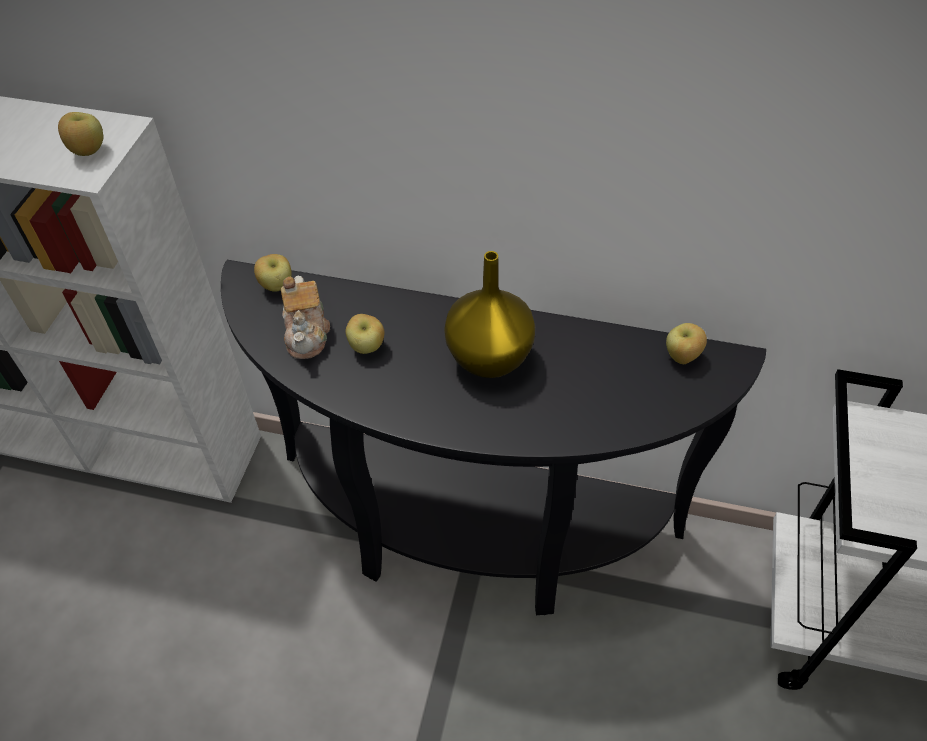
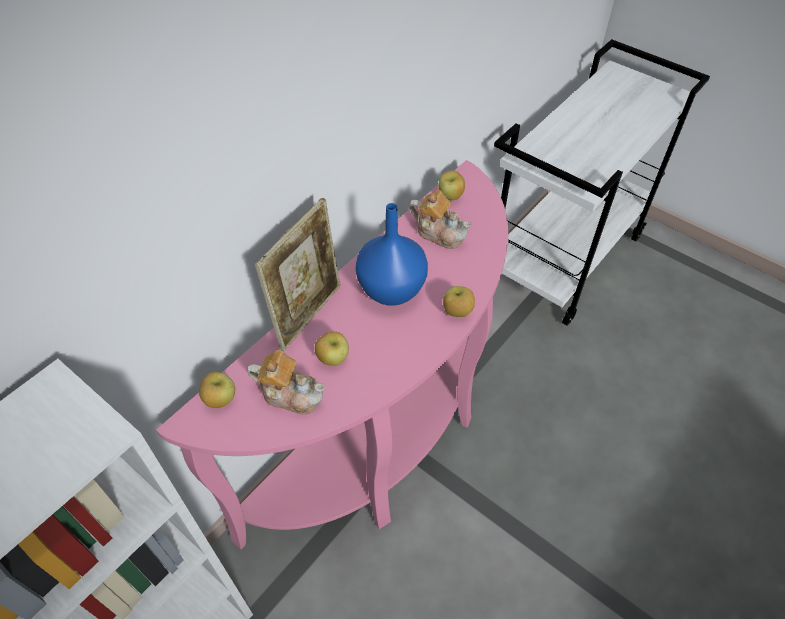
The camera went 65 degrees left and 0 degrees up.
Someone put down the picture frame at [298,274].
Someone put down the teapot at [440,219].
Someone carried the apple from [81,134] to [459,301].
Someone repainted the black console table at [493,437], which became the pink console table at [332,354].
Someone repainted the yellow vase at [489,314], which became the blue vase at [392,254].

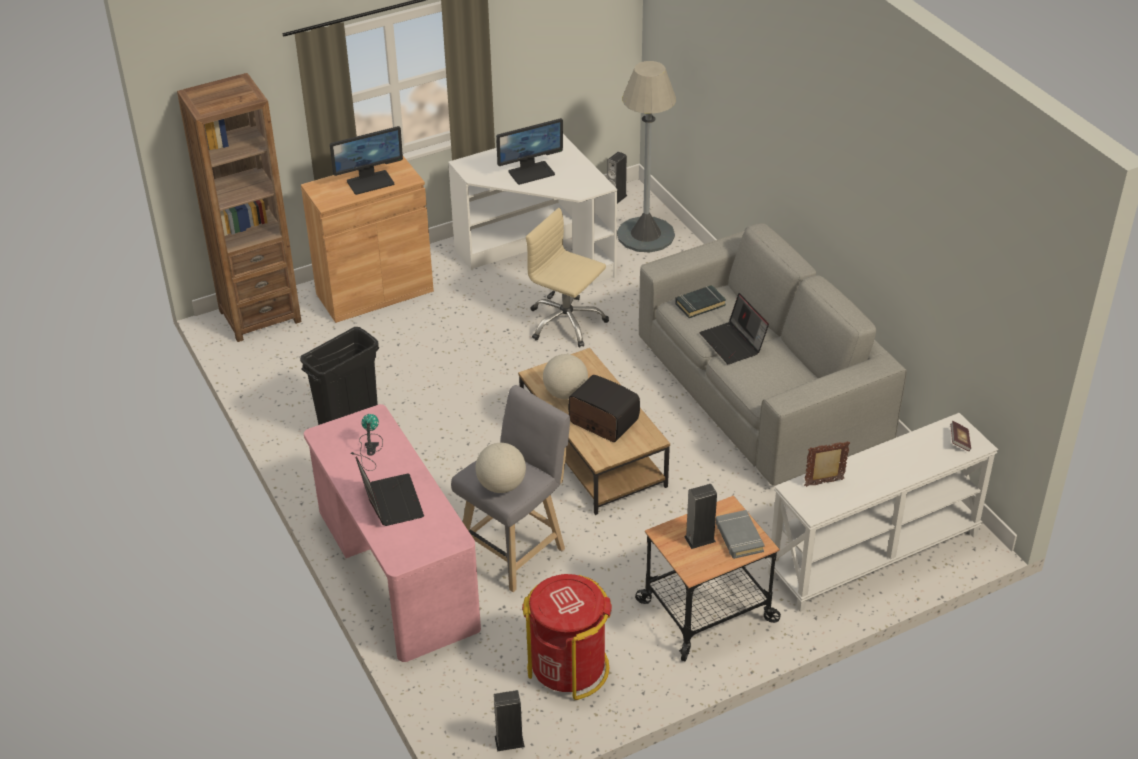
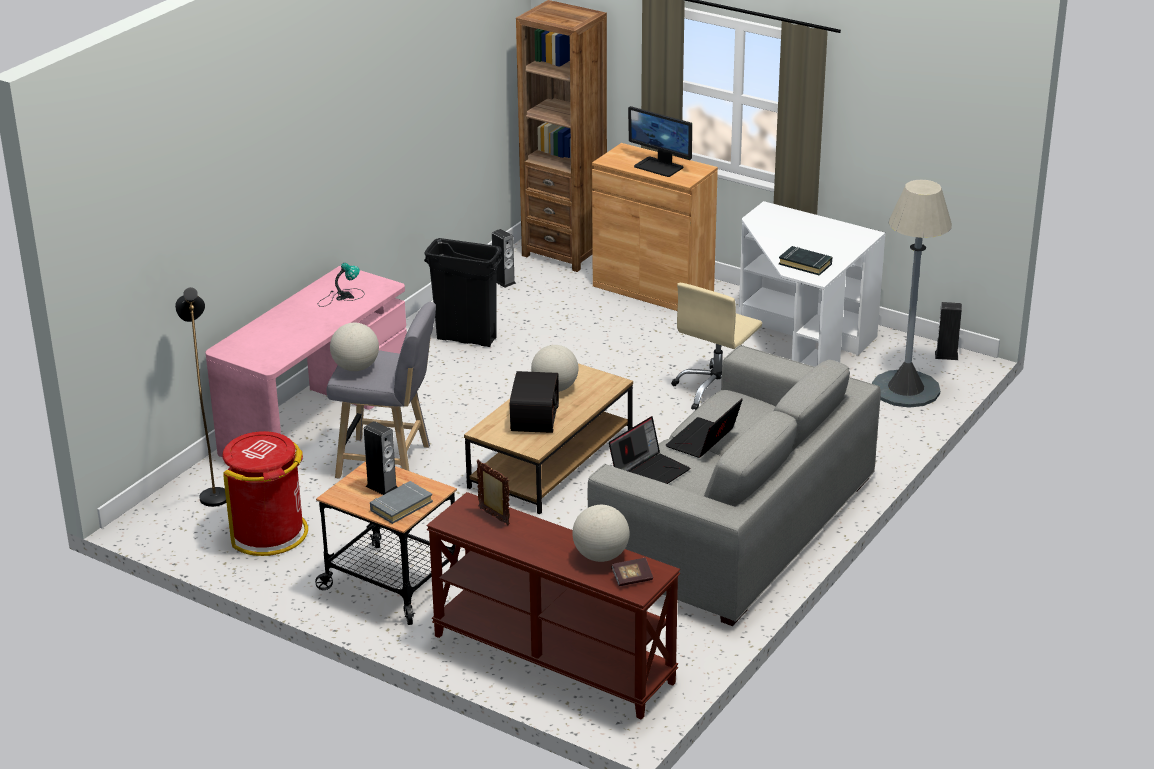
The camera went 60 degrees right and 10 degrees down.
Someone took away the monitor at [529,151].
Someone put down the black floor lamp at [200,397].
Someone put down the globe at [600,533].
Someone carried the laptop from [389,491] to [649,450].
Someone carried the speaker from [509,721] to [504,258].
Someone carried the black book from [700,301] to [805,260].
Someone repainted the white console table at [882,512], which became the brown console table at [553,606].
Someone rotated the beige office chair at [567,278] by 150 degrees counterclockwise.

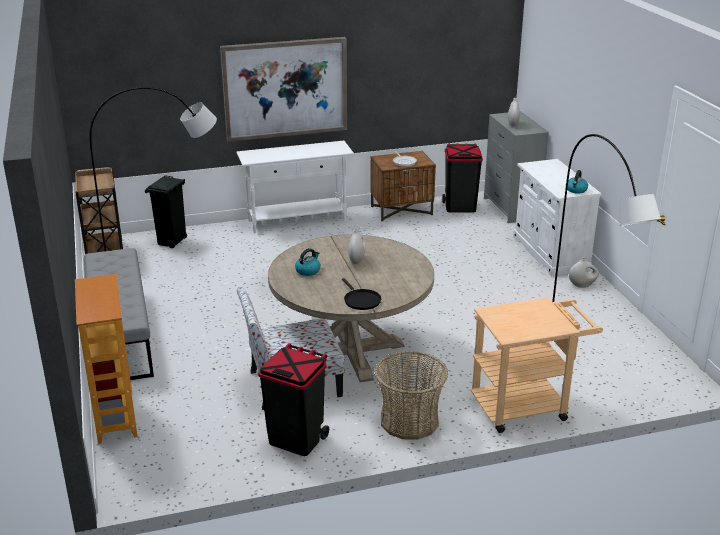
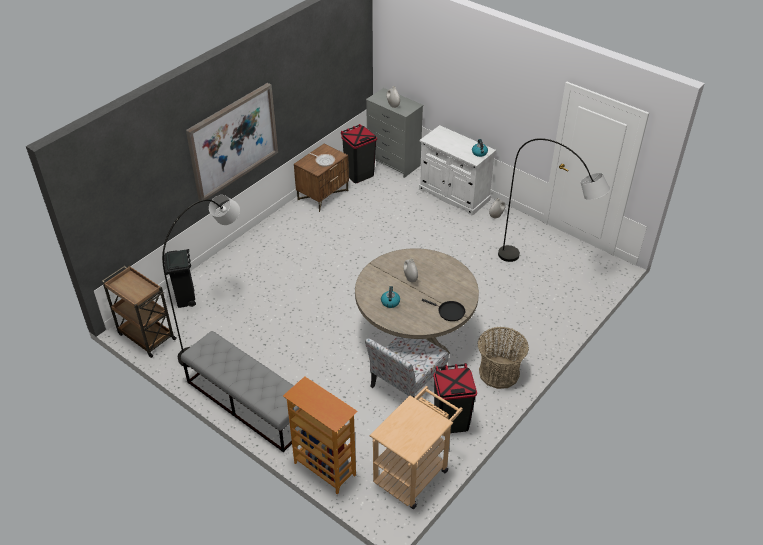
The camera went 35 degrees left and 15 degrees up.
Someone took away the white console table at [295,187].
Someone carried the beige cart from [536,365] to [416,447].

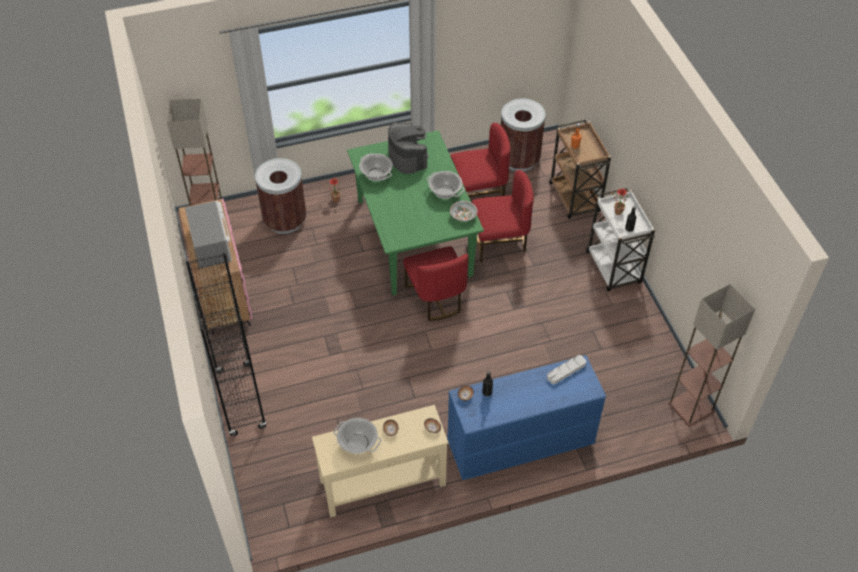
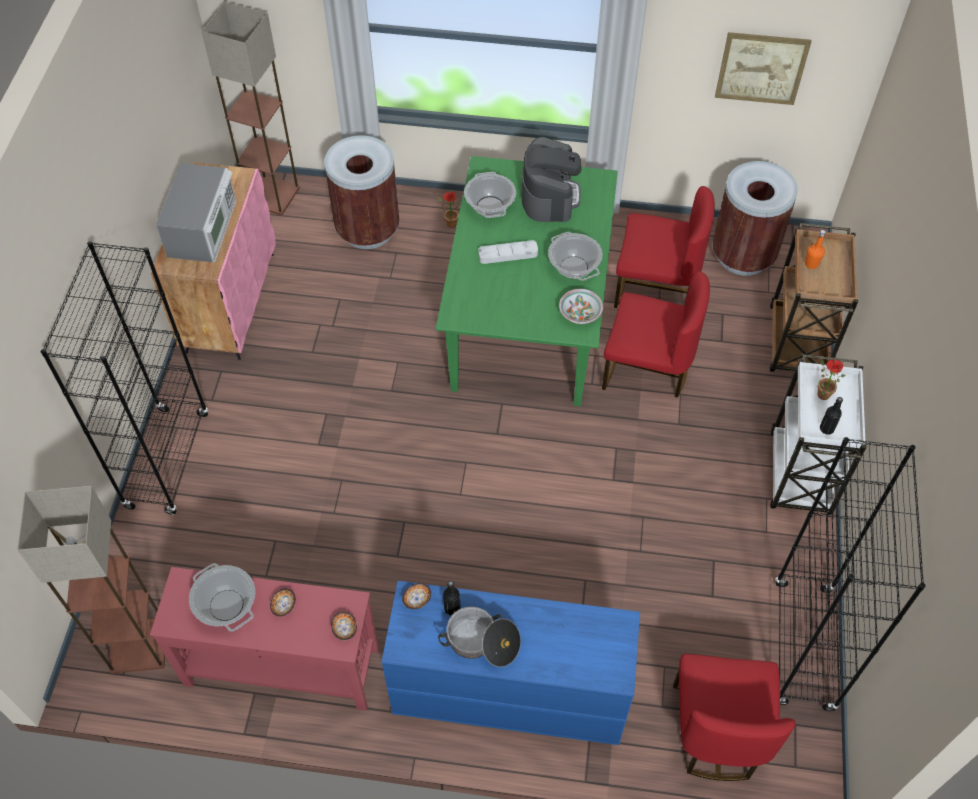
The camera went 25 degrees right and 5 degrees up.
Someone put down the cooking pot at [479,636].
Someone put up the picture at [763,68].
Someone put down the black bookcase at [850,574].
Someone carried the red chair from [435,283] to [734,717].
Someone carried the grey tray from [566,369] to [508,252].
Someone carried the floor lamp from [712,355] to [91,580].
Someone repainted the beige console table at [380,461], which became the red console table at [264,639].

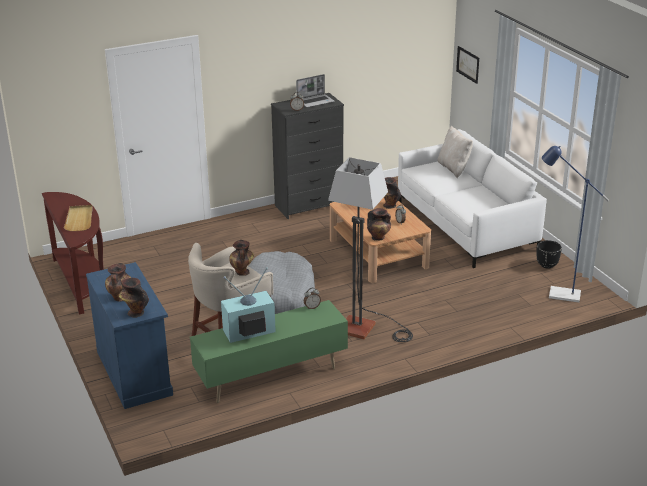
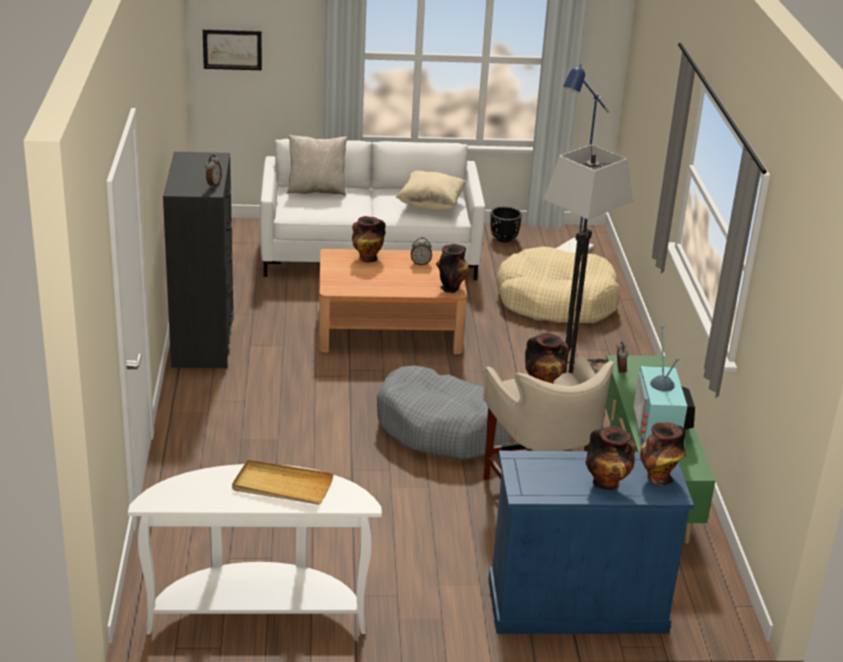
The camera went 70 degrees left and 0 degrees up.
Someone took away the laptop at [315,91].
Someone put down the beige pillow at [431,191].
Someone put down the beige dog bed at [558,285].
Someone repainted the brown console table at [73,253], which became the white console table at [255,549].

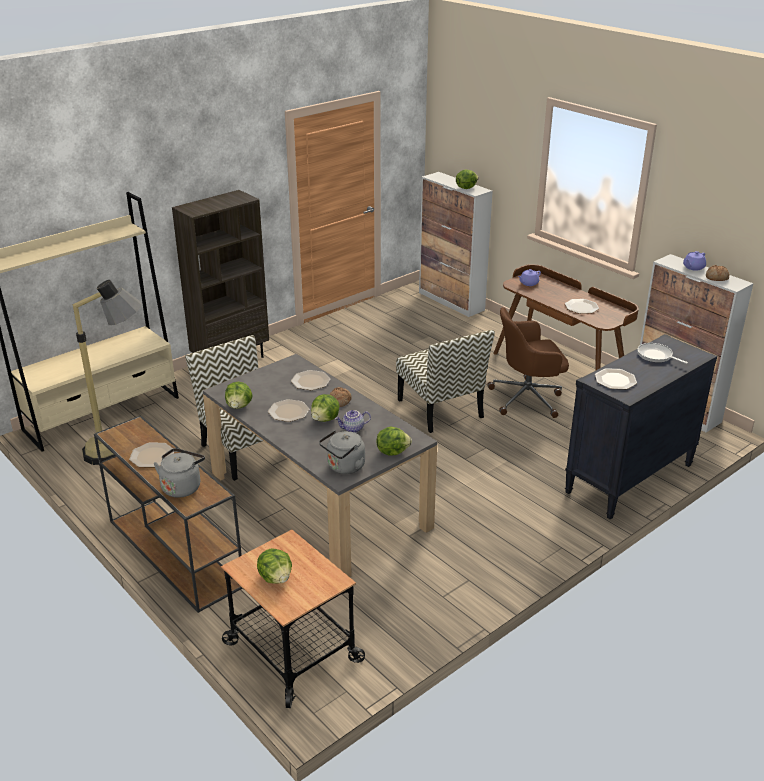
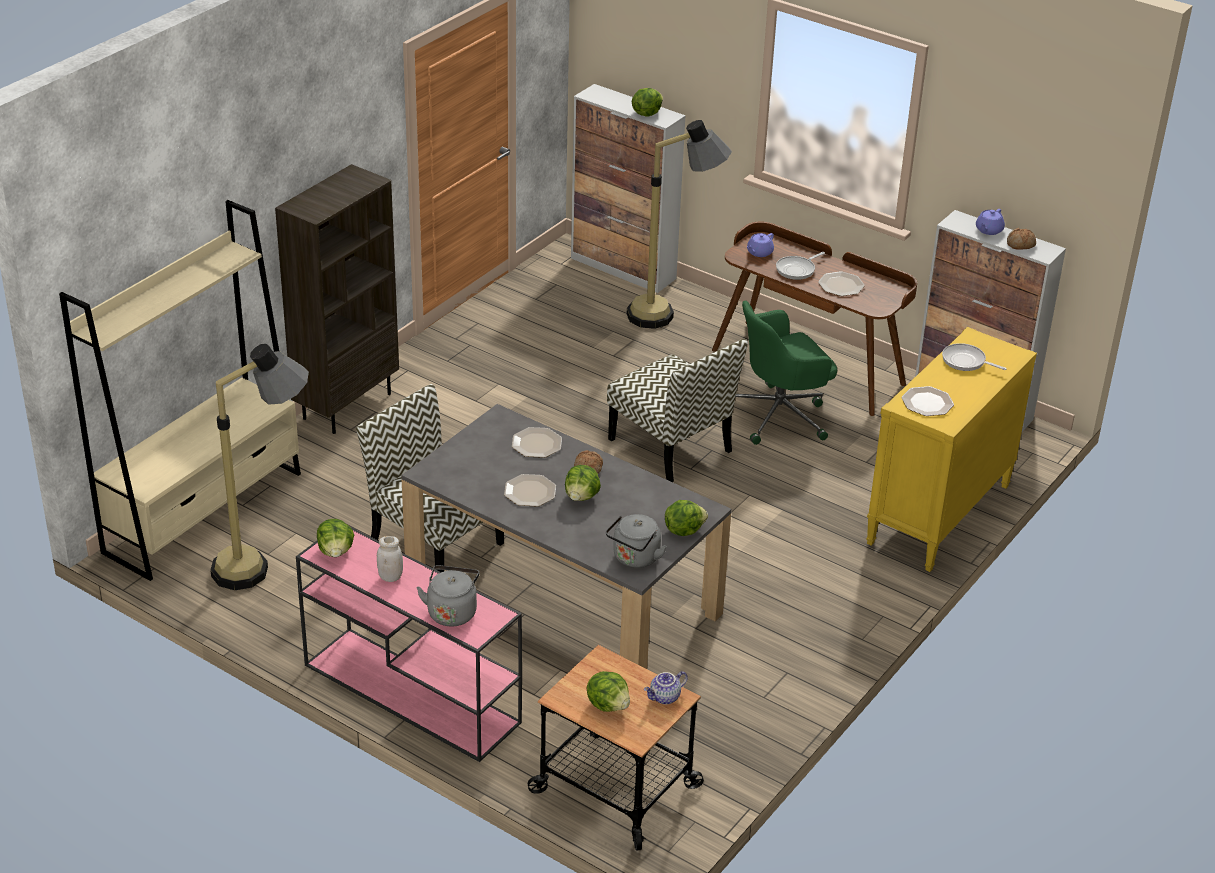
The camera went 15 degrees left and 5 degrees up.
Someone put down the floor lamp at [679,224].
Someone put down the frying pan at [800,266].
Someone carried the lettuce from [239,395] to [335,538].
Someone carried the teapot from [353,421] to [666,687].
Someone swapped the plate at [151,455] for the white jar at [390,559].
Someone repainted the brown console table at [168,514], which became the pink console table at [409,644].
Someone repainted the brown office chair at [528,362], which became the green office chair at [786,373].
Someone repainted the black dresser at [641,426], which became the yellow dresser at [951,449].

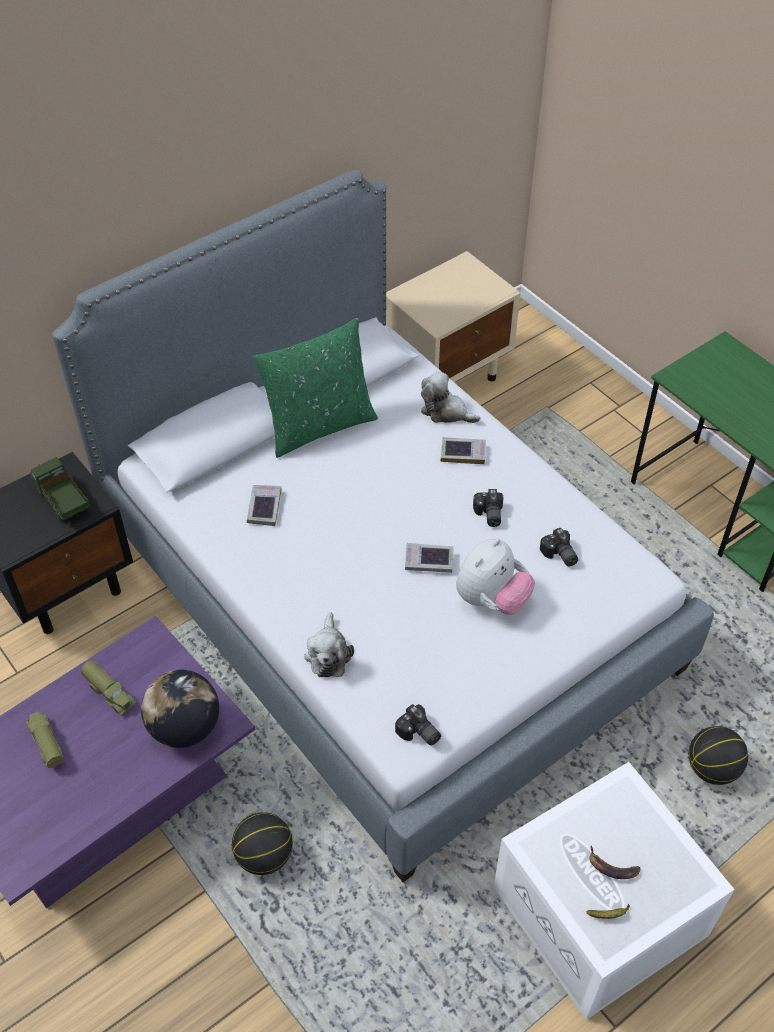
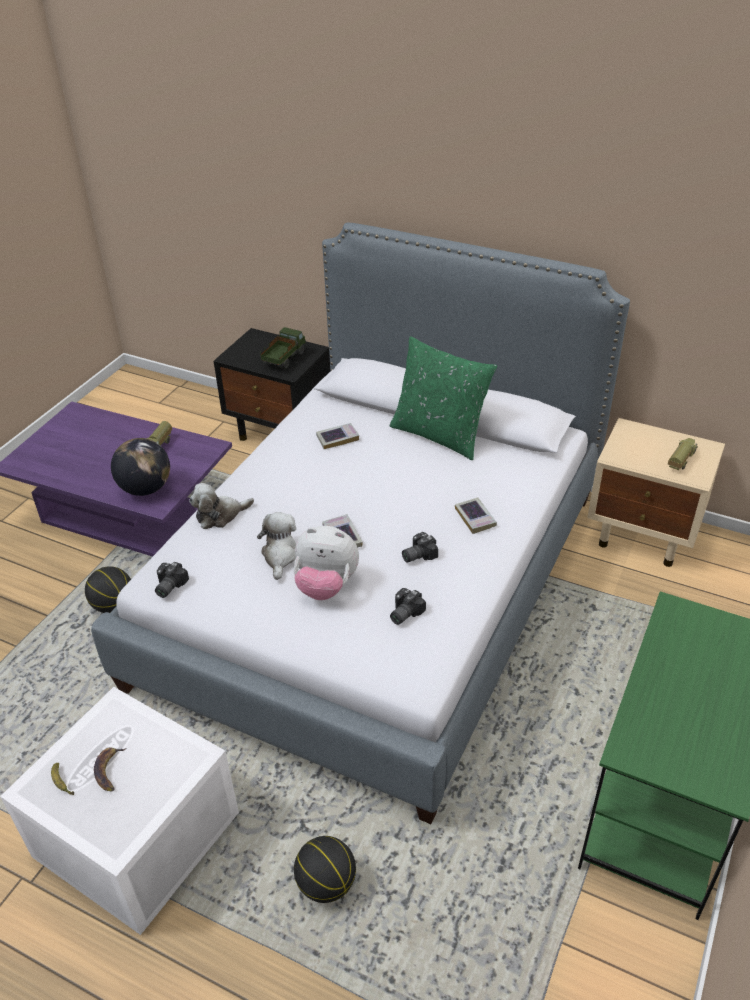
The camera went 65 degrees right and 10 degrees down.
Someone carried the toy truck from [45,740] to [683,454].
Someone carried the plush toy from [450,397] to [276,546].

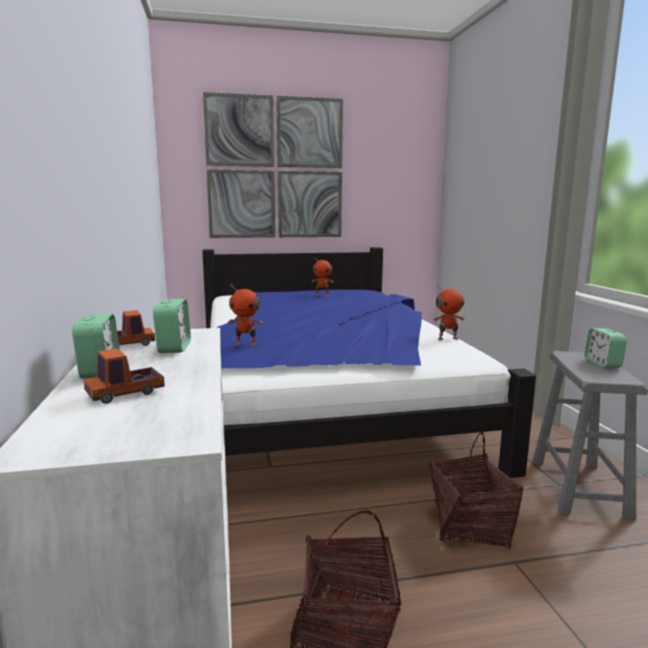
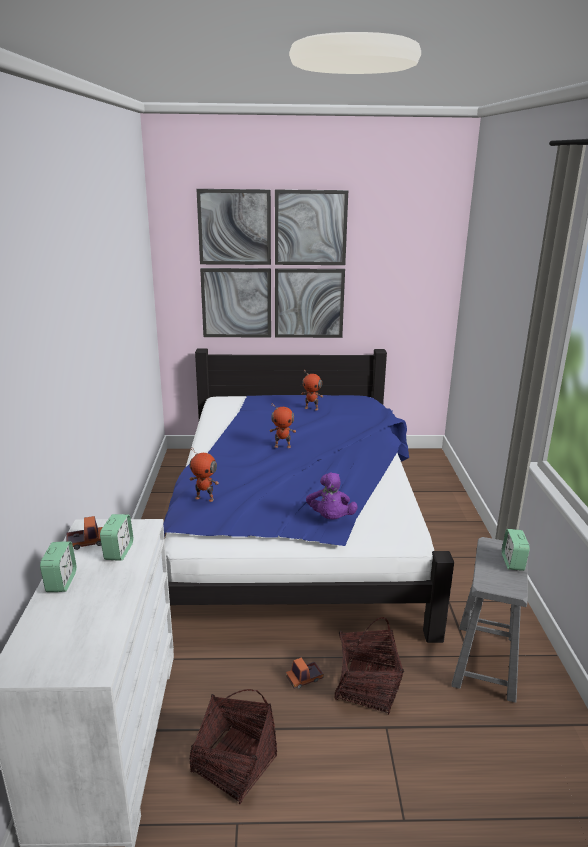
The camera went 10 degrees right and 10 degrees up.
Someone put down the purple plush toy at [332,496].
Someone carried the toy truck from [124,376] to [305,673].
Someone carried the toy robot from [449,312] to [283,426].

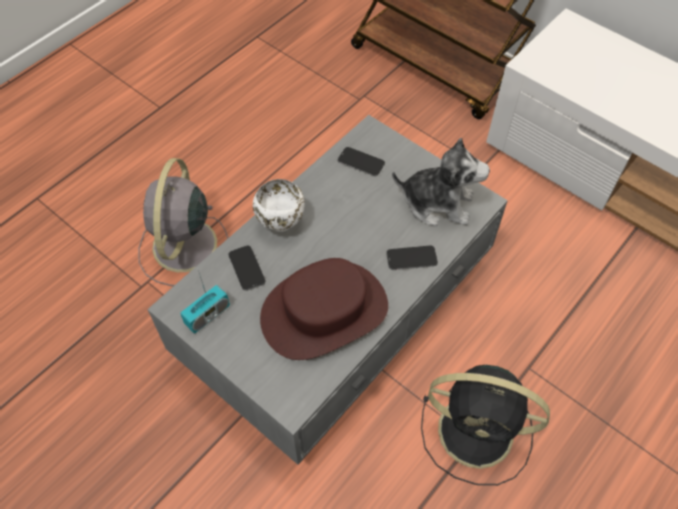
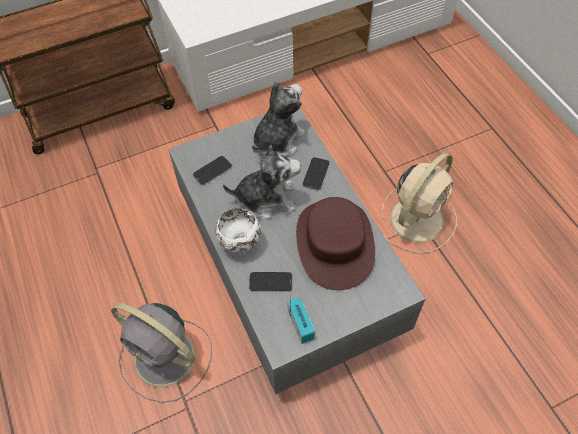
The camera went 65 degrees left and 0 degrees up.
Someone put down the plush toy at [262,182].
Someone repainted the black fan at [485,425], which became the beige fan at [419,203].

